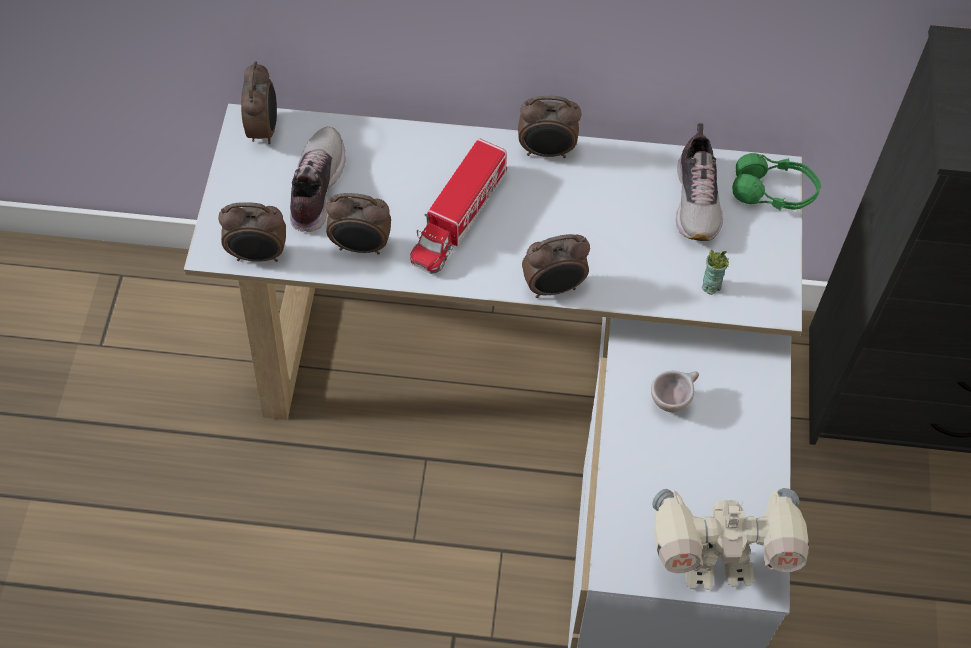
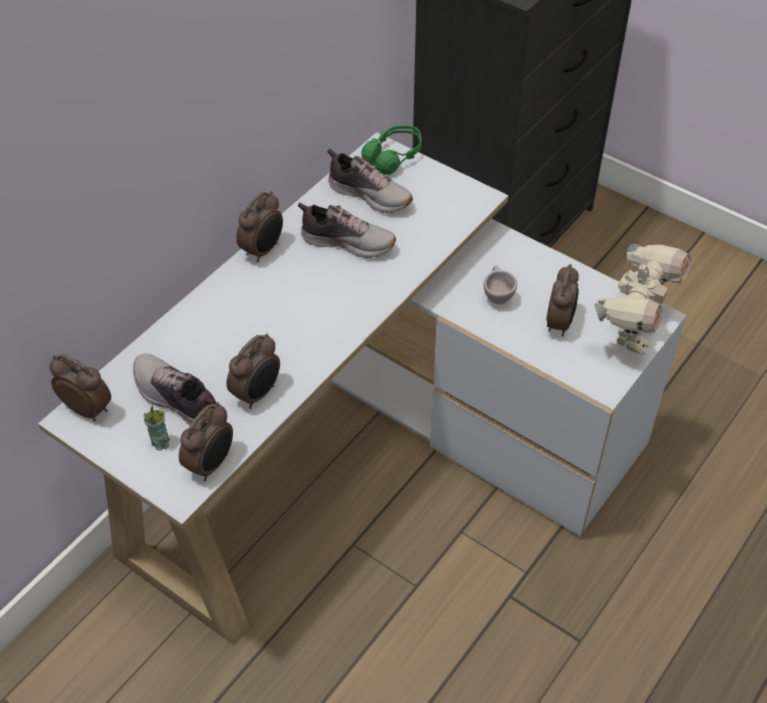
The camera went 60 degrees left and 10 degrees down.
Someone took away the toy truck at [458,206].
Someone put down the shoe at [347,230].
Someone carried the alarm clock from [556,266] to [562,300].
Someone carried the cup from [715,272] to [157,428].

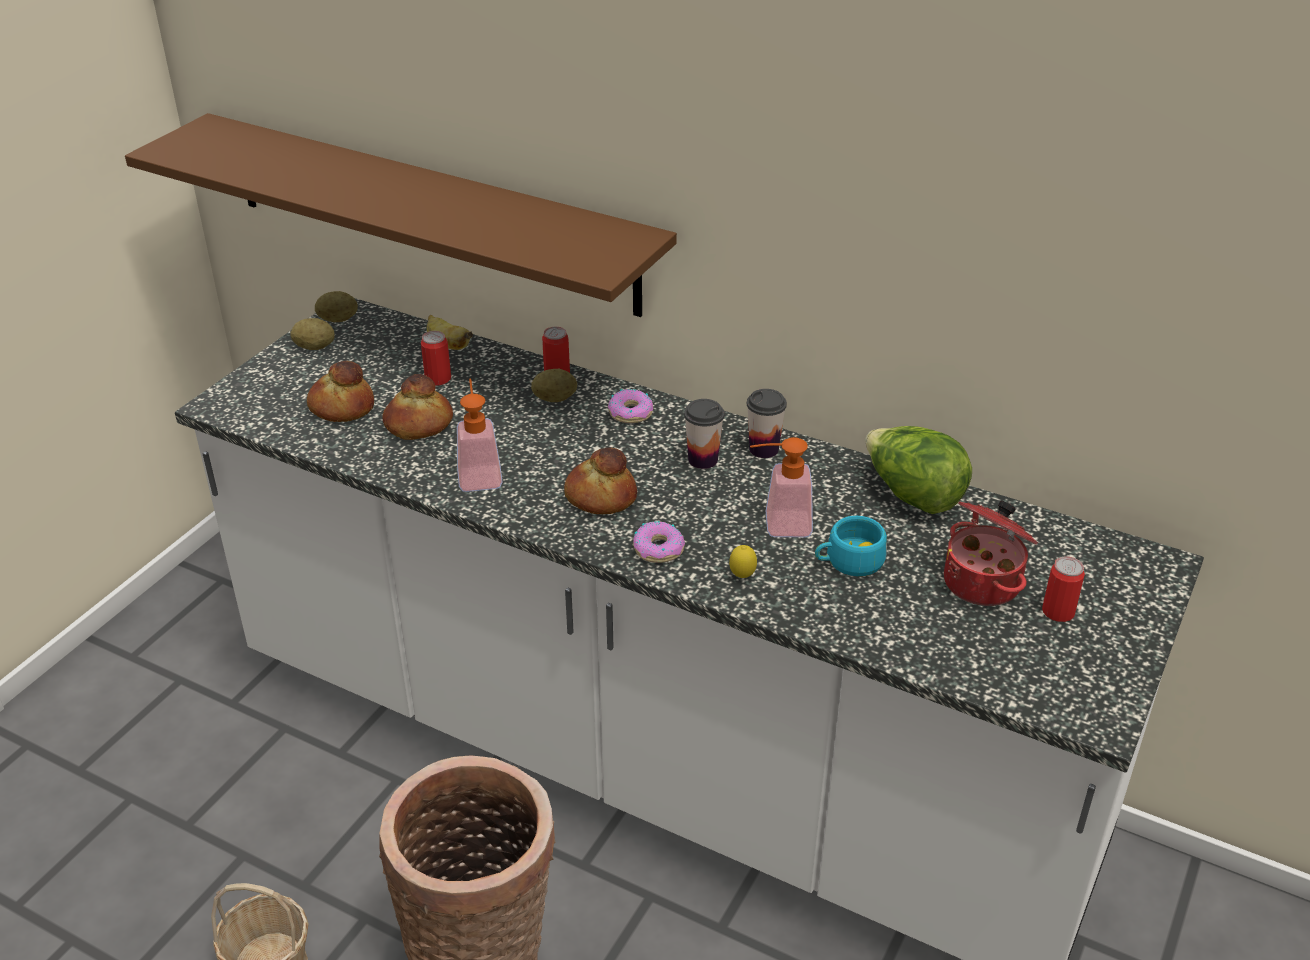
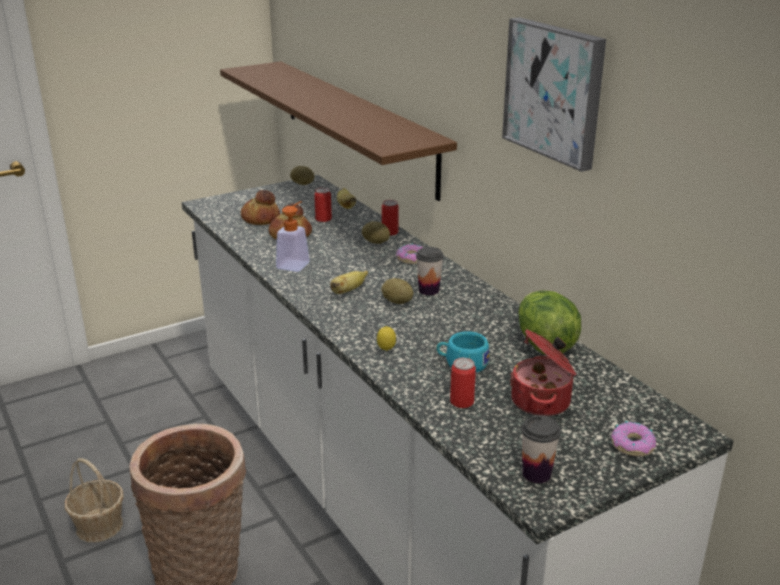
The camera went 30 degrees right and 10 degrees down.
Someone took away the soap dispenser at [781,487].
Someone put up the picture at [554,94].
Someone carried the potato from [312,334] to [397,291].
Someone carried the donut from [659,542] to [633,438].
Someone carried the cup from [767,423] to [541,449].
Someone carried the can from [1063,589] to [463,383].
Someone swapped the bread at [600,481] for the banana at [349,282].

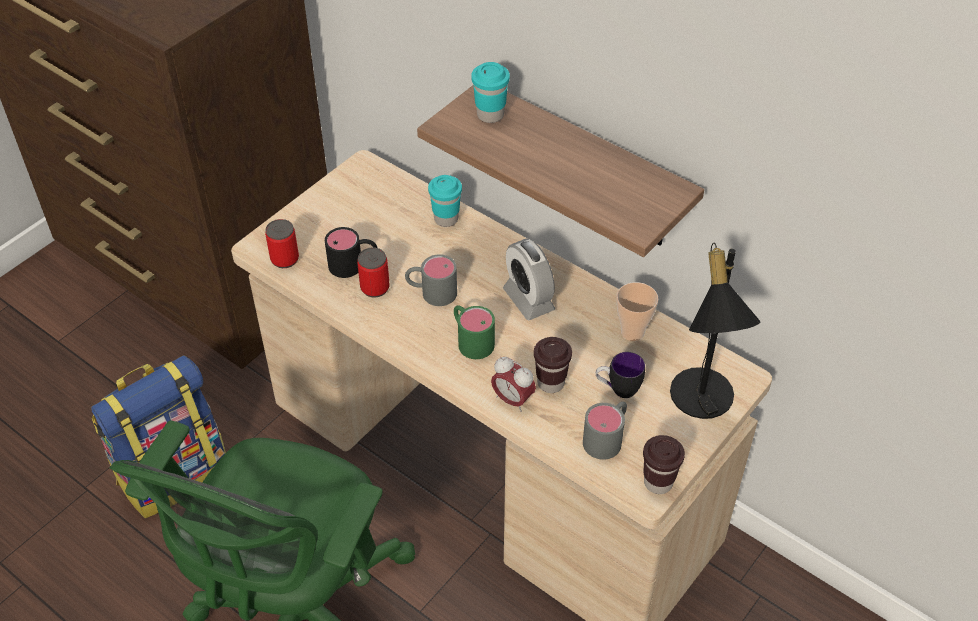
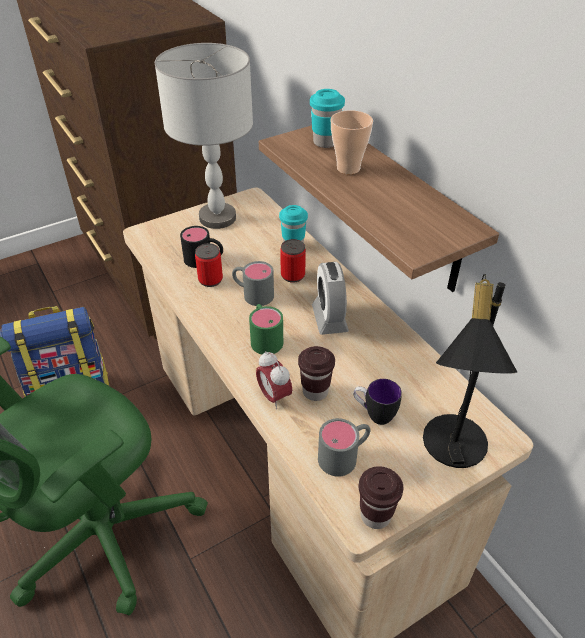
The camera went 20 degrees right and 5 degrees down.
Someone put down the grey table lamp at [204,136].
Someone carried the can from [282,243] to [293,261].
Someone carried the cup from [637,311] to [352,142].

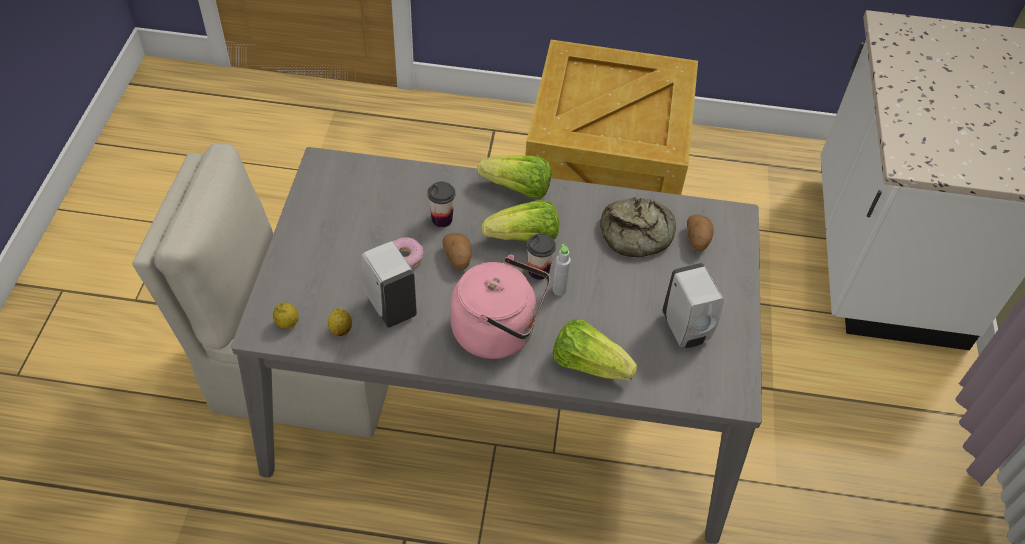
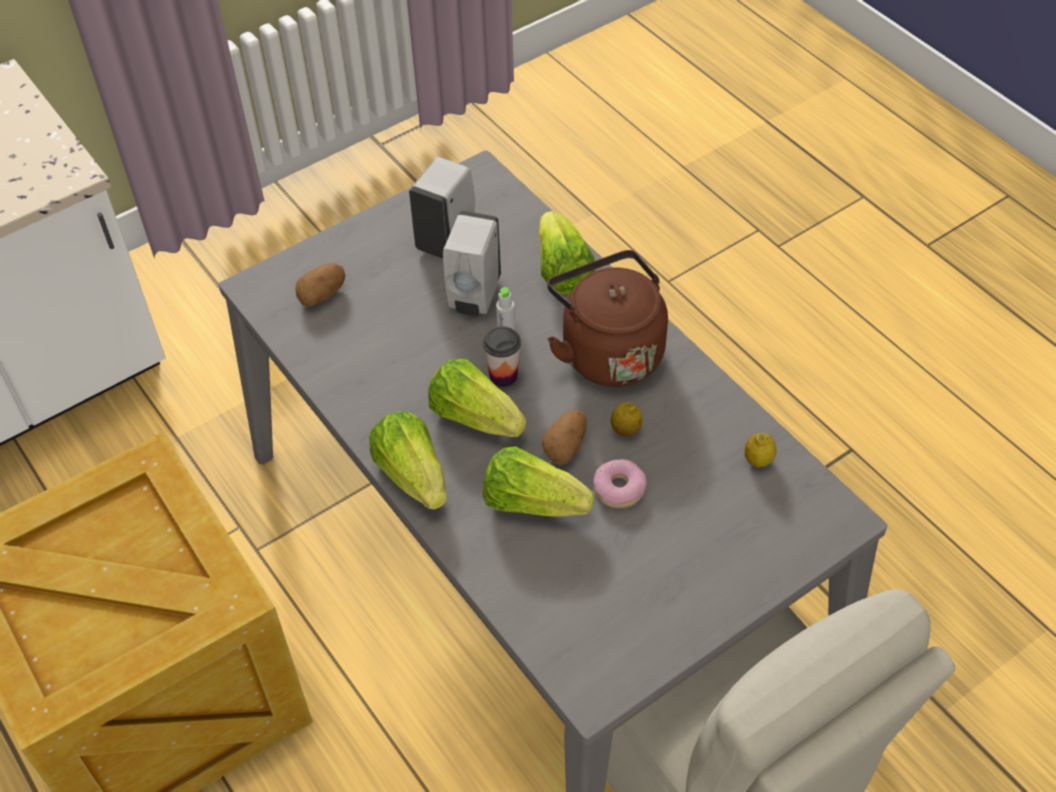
The camera went 130 degrees left and 0 degrees up.
Someone took away the bread at [638,227].
Someone carried the lemon from [286,315] to [626,419].
Someone carried the white soap dispenser from [389,284] to [472,263].
Someone swapped the cup at [441,204] for the lettuce at [538,482].
Someone repainted the pink kettle at [500,306], which became the brown kettle at [607,318].

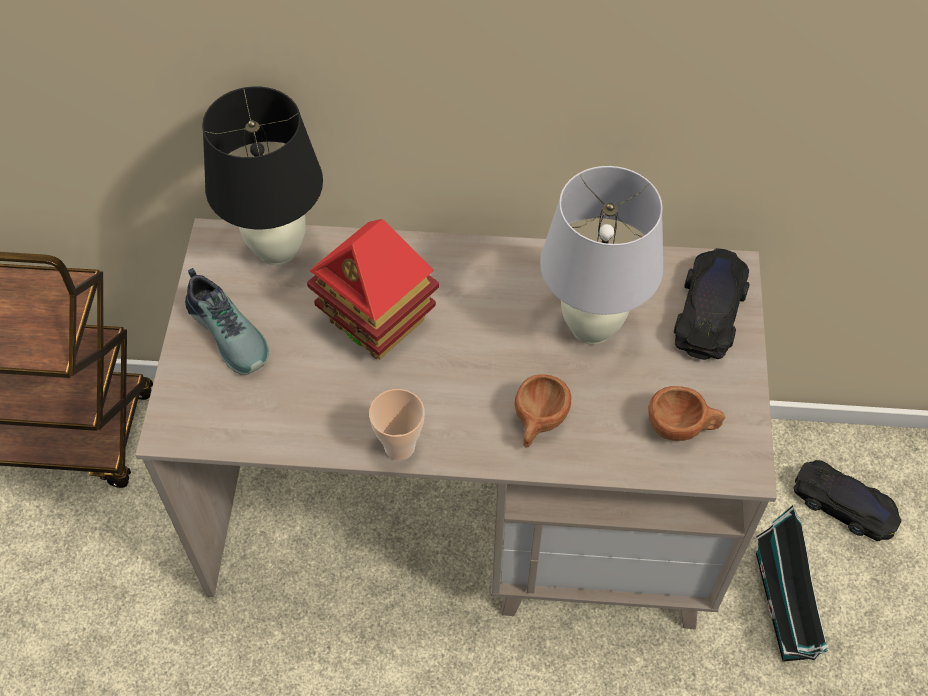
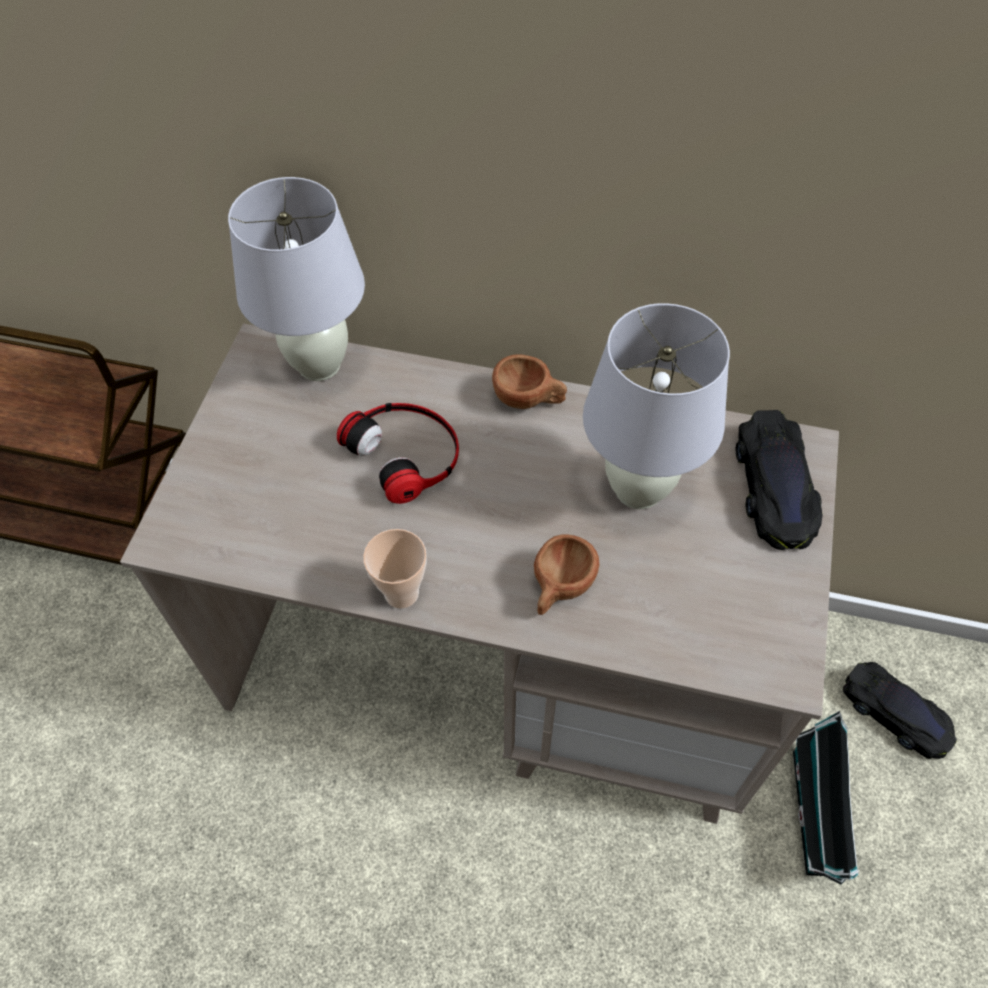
The camera went 10 degrees right and 0 degrees up.
Someone took away the shoe at [227,321].
Someone carried the brown cup from [686,413] to [529,381].
Someone swapped the toy house at [373,289] for the headphones at [398,453].
Someone repainted the black table lamp at [262,175], which became the white table lamp at [296,279].
Someone rotated the black toy car at [712,304] by 150 degrees clockwise.

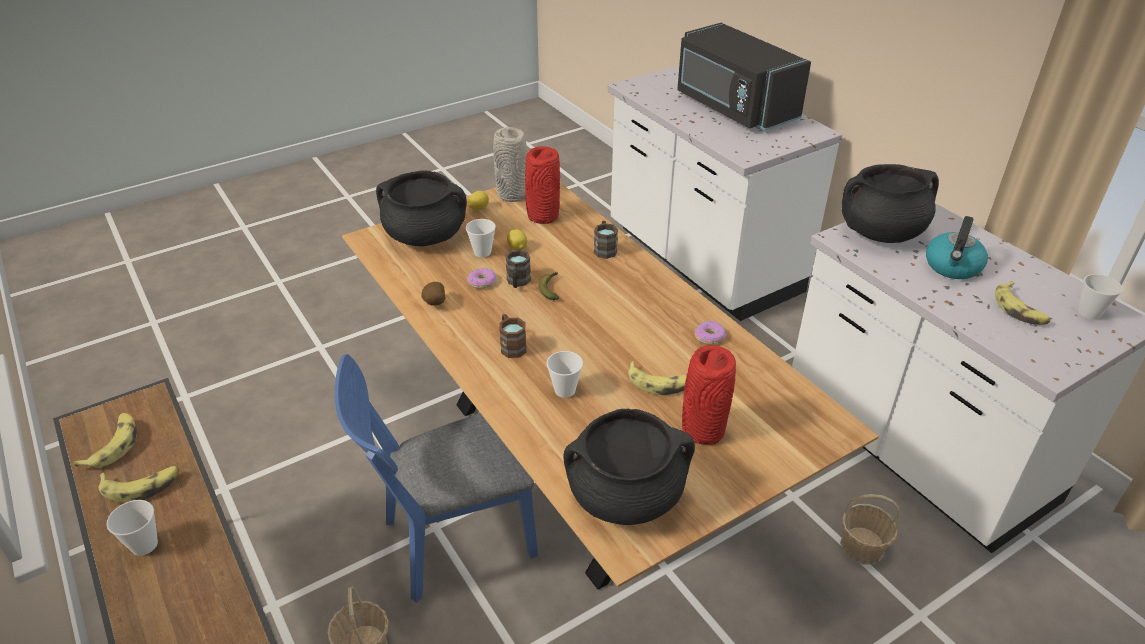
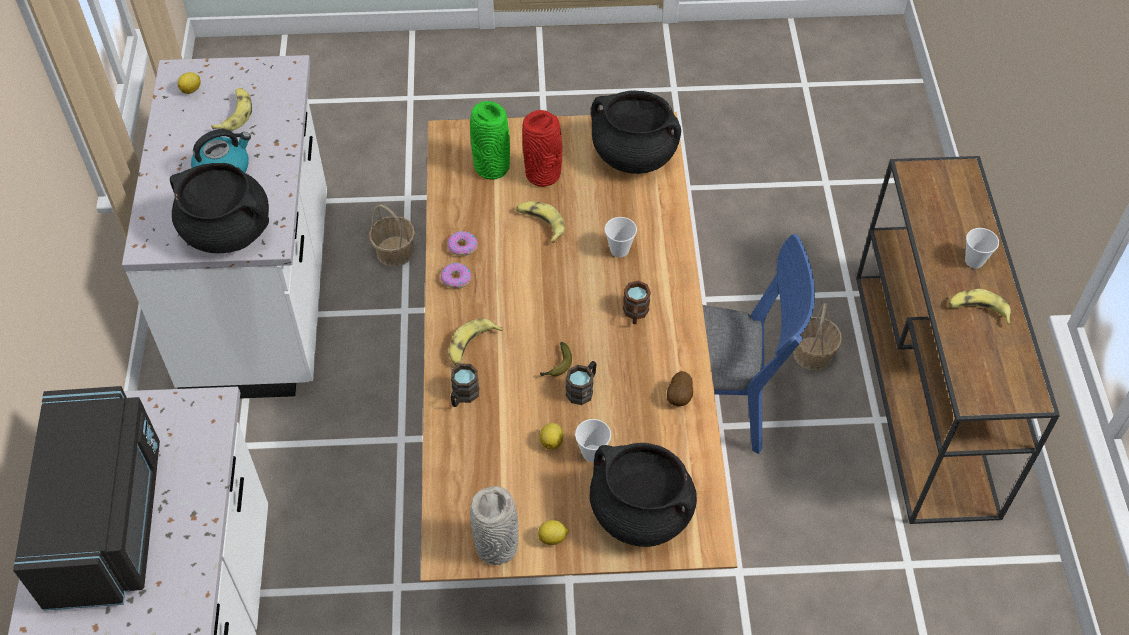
The camera went 150 degrees left and 15 degrees up.
Someone took away the red vase at [542,185].
Someone put down the green vase at [490,140].
Someone carried the banana from [105,440] to [476,342].
Someone carried the donut from [481,278] to [456,275].
Someone swapped the cup at [1100,297] for the lemon at [189,83].

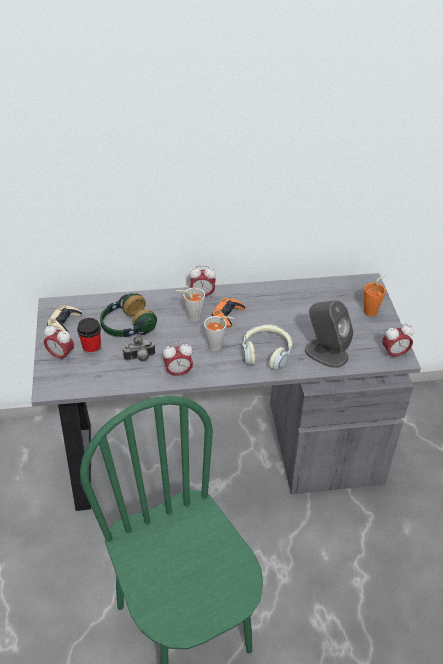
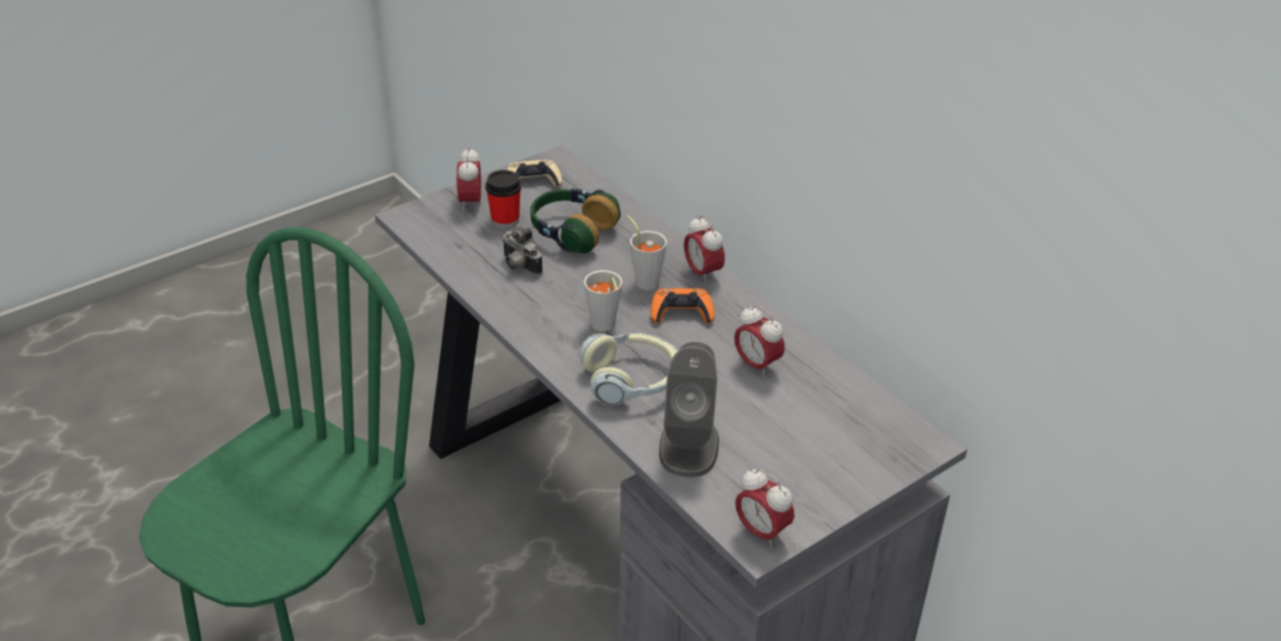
The camera went 60 degrees right and 5 degrees down.
Someone took away the orange cup at [375,295].
Someone carried the alarm clock from [178,360] to [759,341].

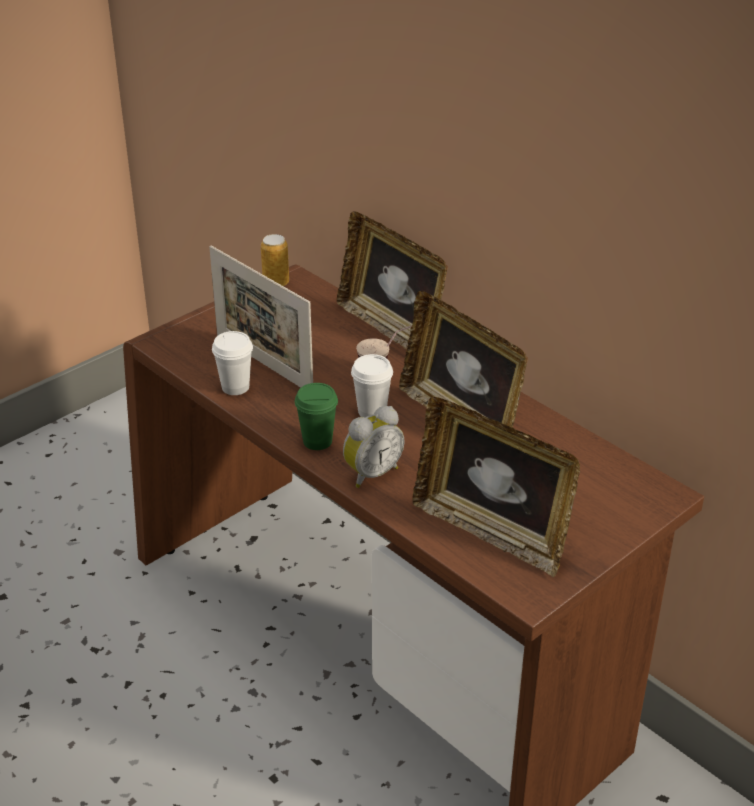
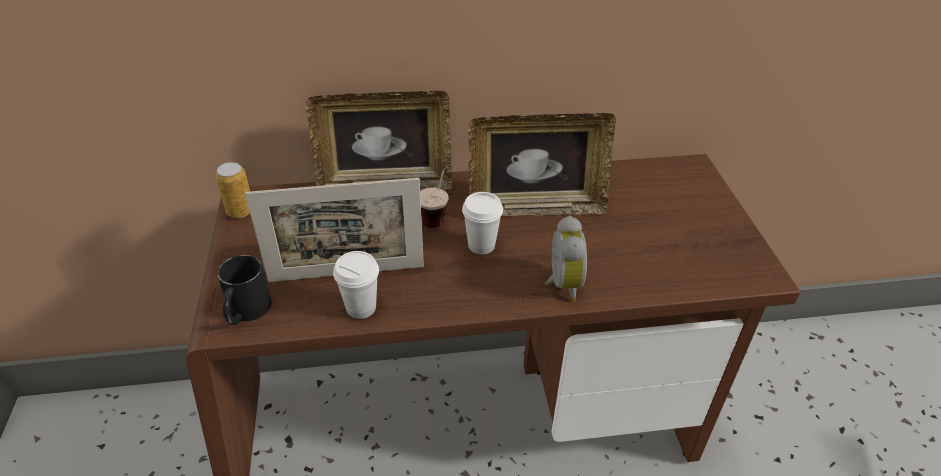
The camera went 55 degrees left and 5 degrees up.
Someone took away the green cup at [316,416].
Someone took away the picture frame at [496,487].
Someone put down the black mug at [244,290].

